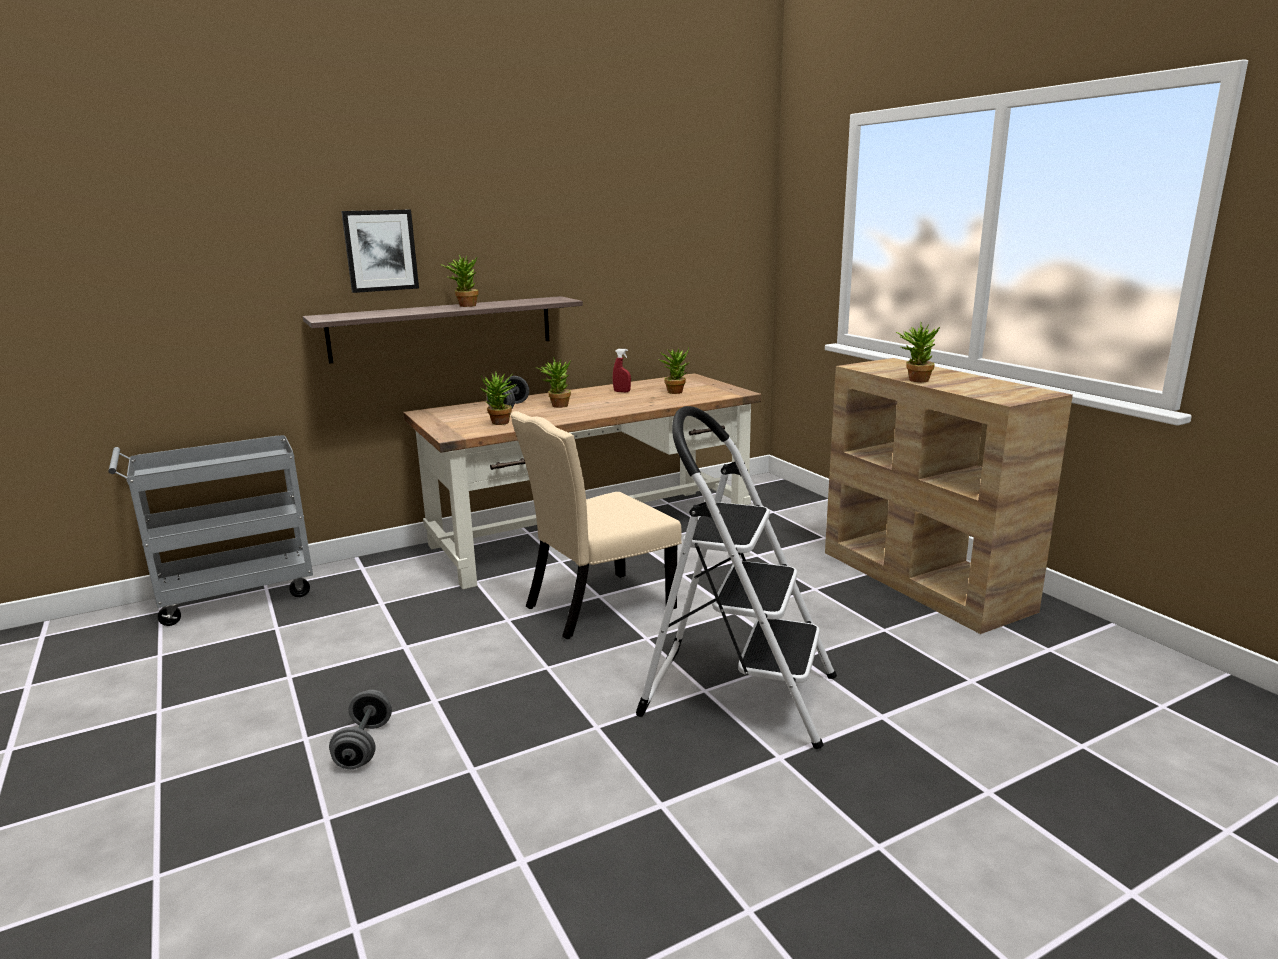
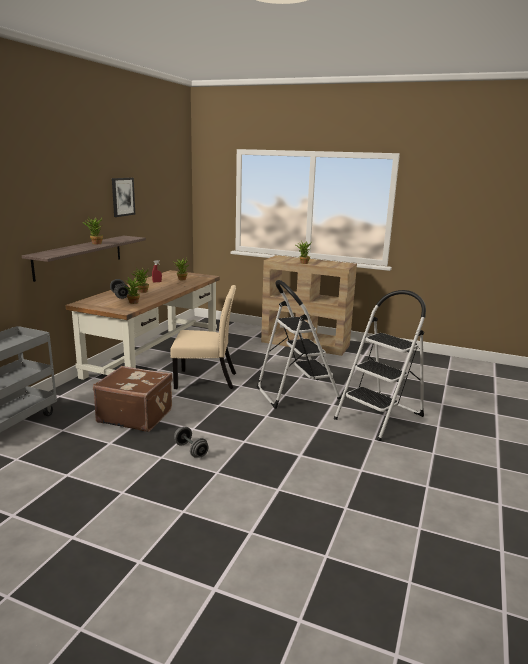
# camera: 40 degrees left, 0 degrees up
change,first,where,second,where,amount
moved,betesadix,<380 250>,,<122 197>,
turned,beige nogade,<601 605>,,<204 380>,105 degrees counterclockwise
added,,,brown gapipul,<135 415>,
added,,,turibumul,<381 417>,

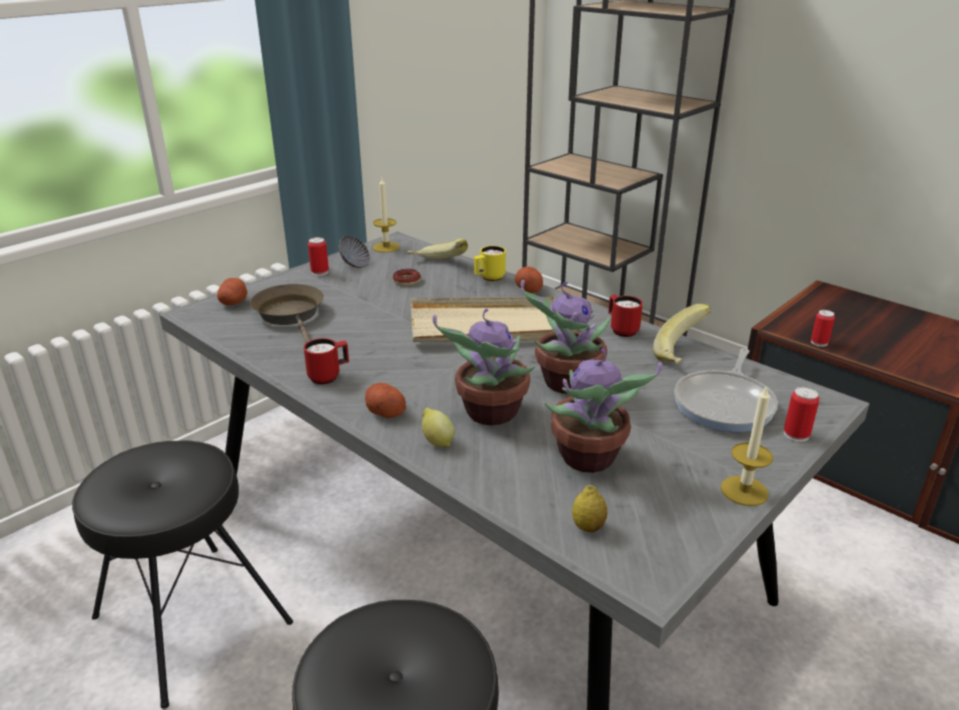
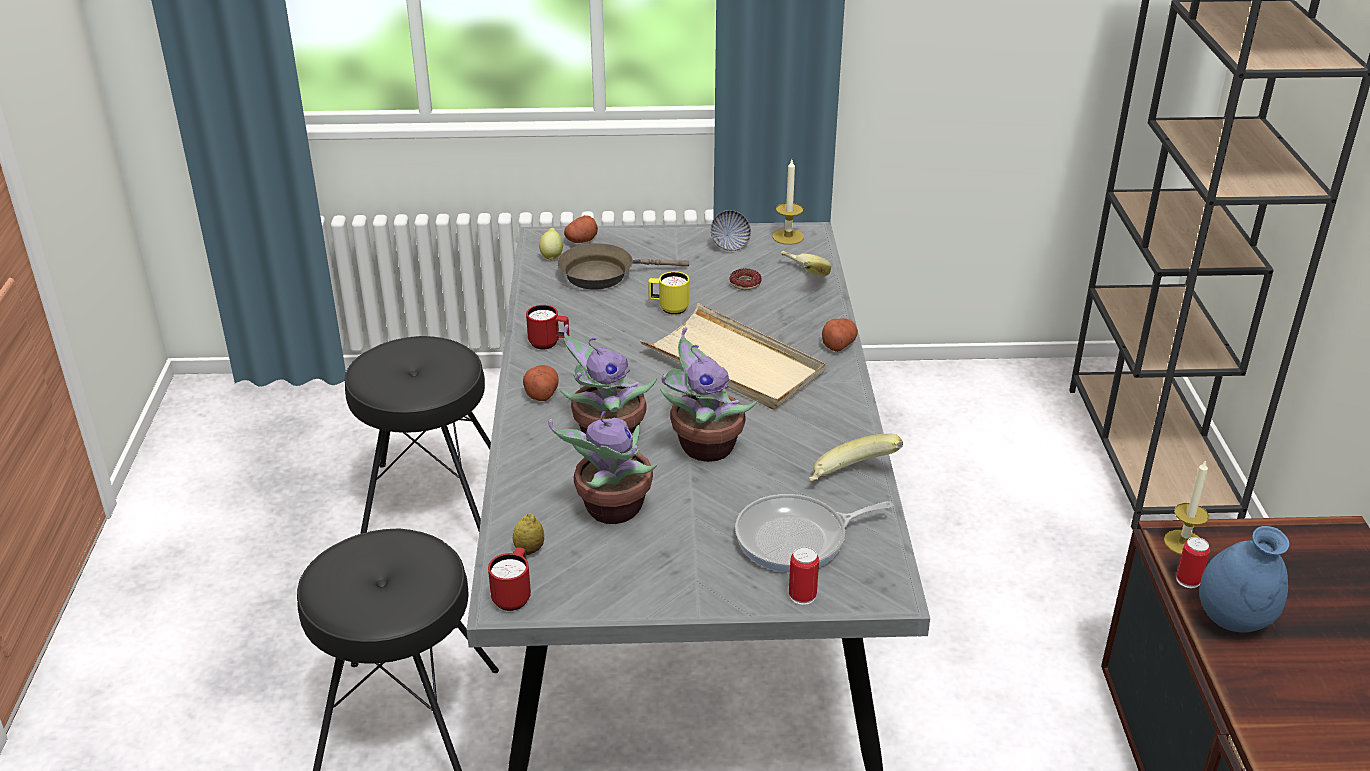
# camera: 45 degrees right, 5 degrees up
change,first,where,second,where,amount
turned,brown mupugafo,<291 316>,,<603 274>,120 degrees counterclockwise
removed,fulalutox,<320 272>,,,
moved,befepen,<437 441>,,<552 255>,
moved,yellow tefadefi,<489 278>,,<669 308>,
moved,red tefadefi,<621 329>,,<514 596>,
moved,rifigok,<744 491>,,<1183 543>,
added,,,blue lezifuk,<1233 621>,

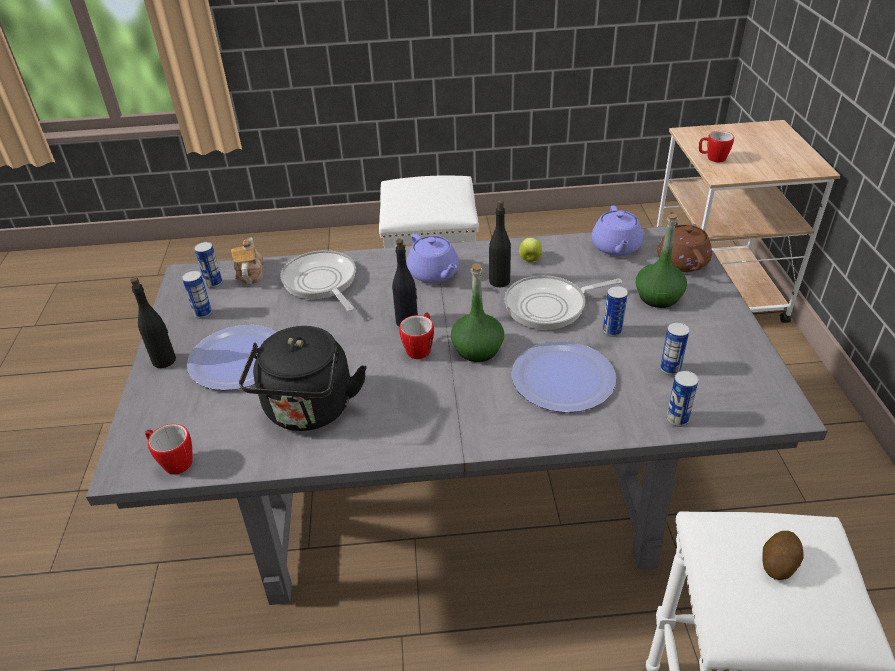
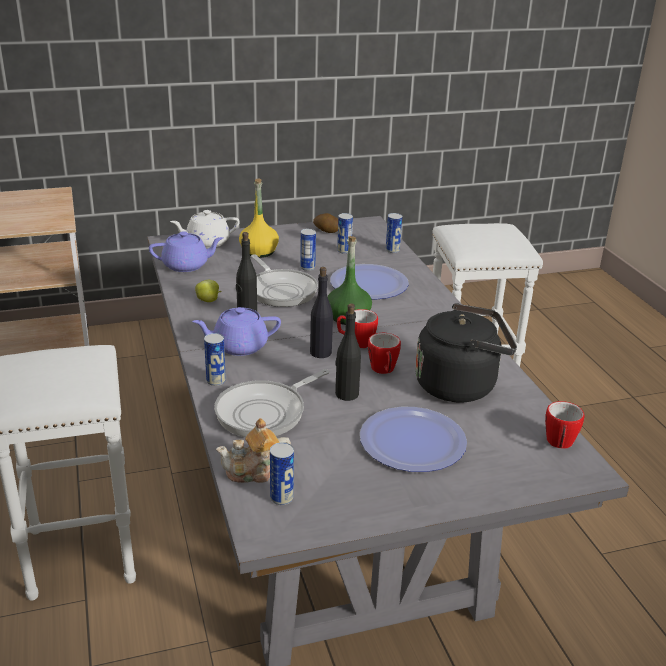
# camera: 105 degrees left, 10 degrees down
change,first,where,second,where,amount
moved,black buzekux,<164 360>,,<346 394>,
moved,fulalutox,<203 314>,,<216 381>,
turned,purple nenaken,<434 274>,,<238 346>,150 degrees counterclockwise
recoloured,green buzekux,<658 297>,yellow buzekux,<259 252>,
recoloured,brown nenaken,<681 261>,white nenaken,<206 242>,
moved,tefadefi,<712 158>,,<383 371>,
moved,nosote,<778 563>,,<326 231>,

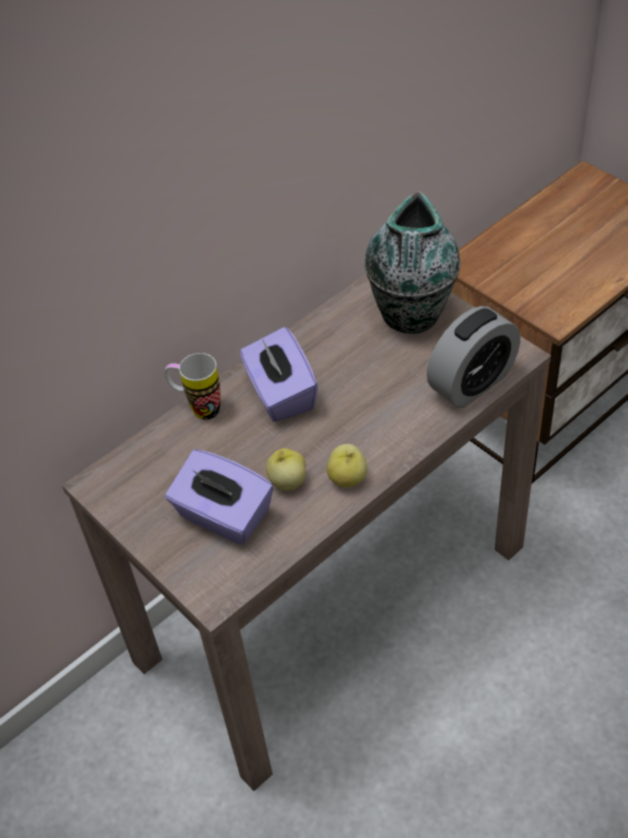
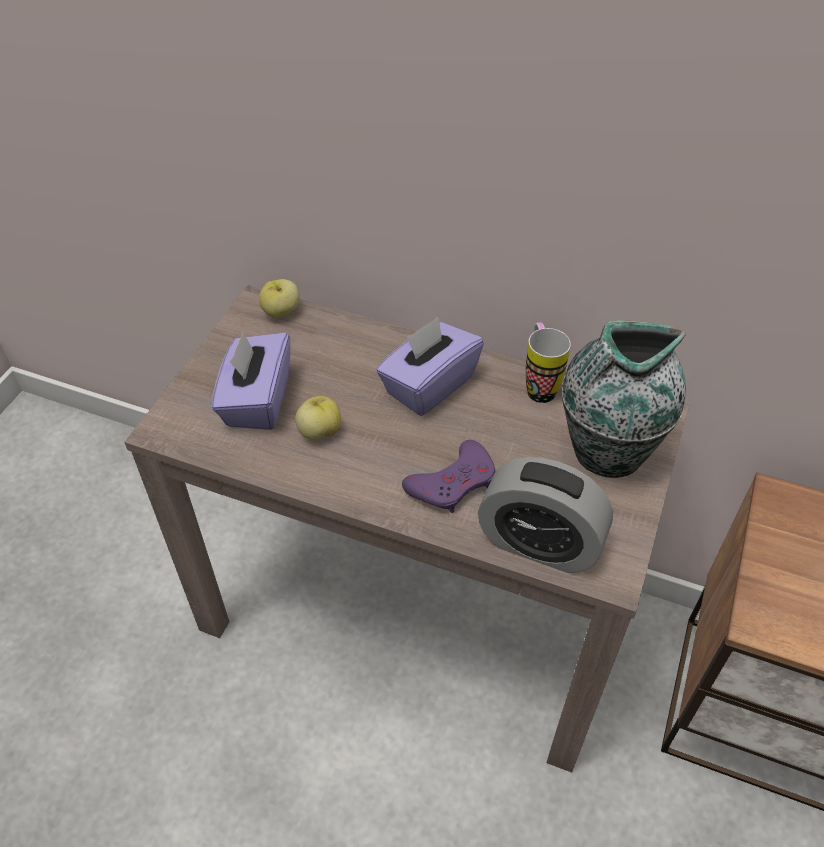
# camera: 60 degrees right, 0 degrees up
change,first,where,second,where,amount
moved,tefadefi,<198 408>,,<538 385>,
moved,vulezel,<348 478>,,<281 313>,
added,,,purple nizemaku,<453 482>,

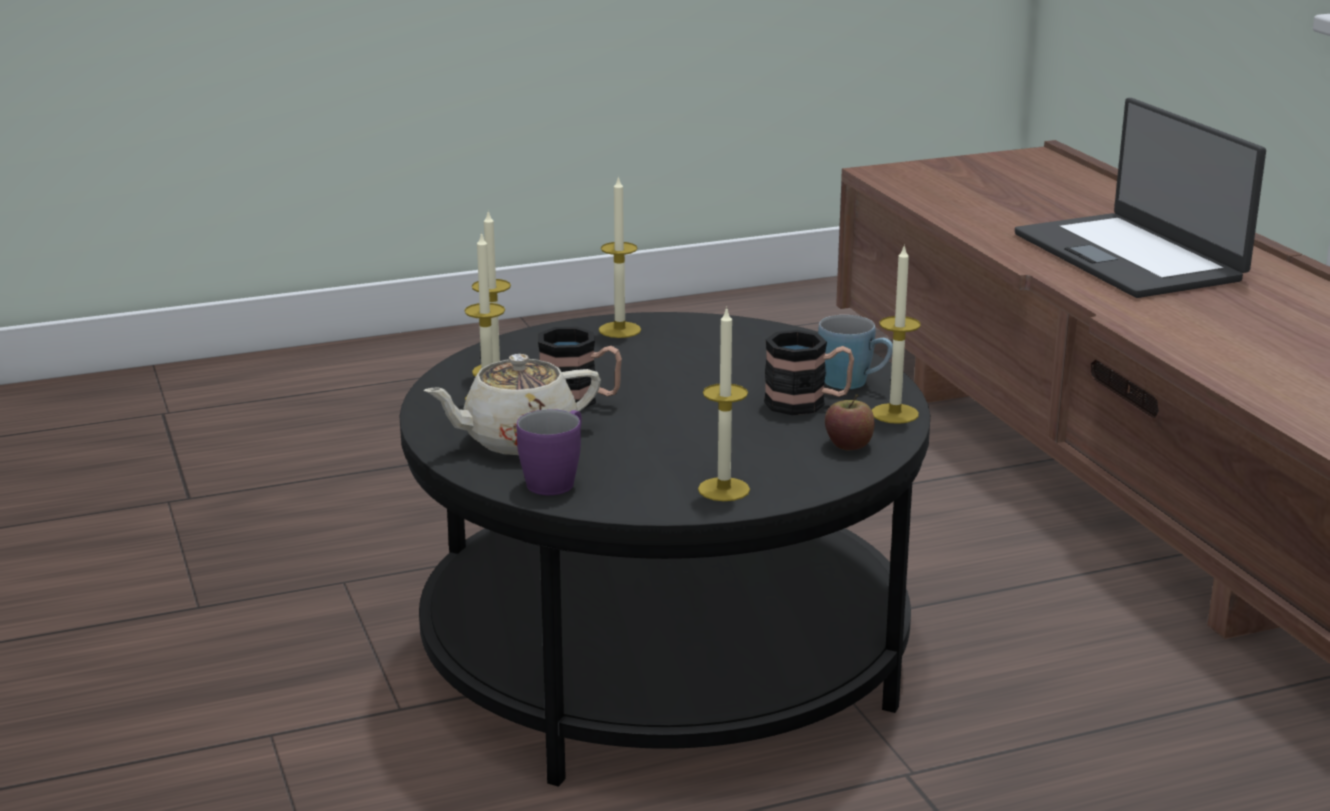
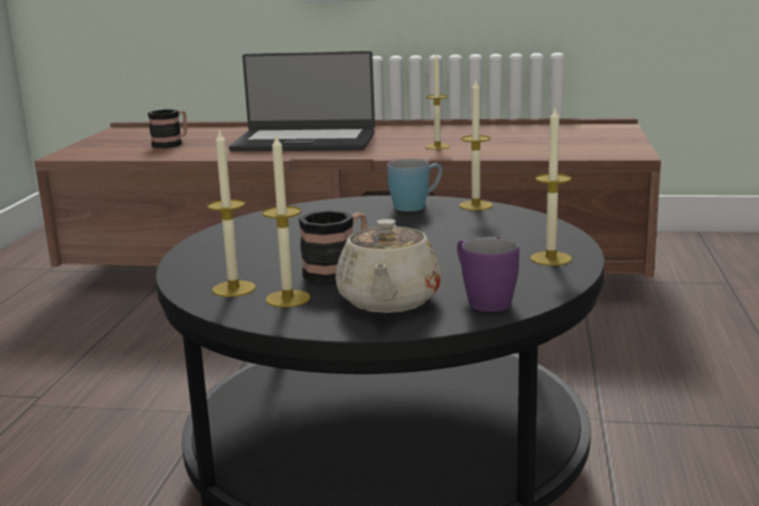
# camera: 60 degrees left, 5 degrees down
change,first,where,second,where,amount
moved,rifigok,<619 330>,,<437 147>,
moved,tefadefi,<807 403>,,<171 143>,
removed,vulezel,<848 445>,,,

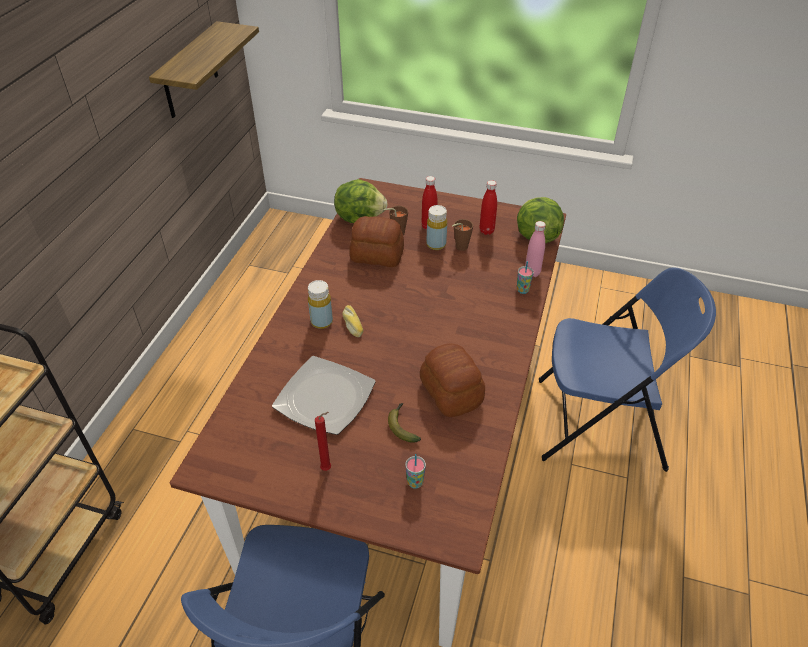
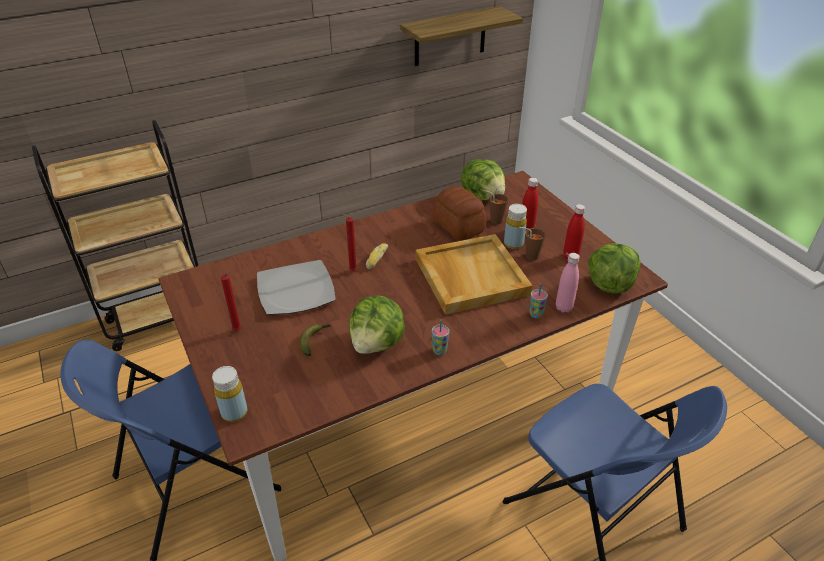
# camera: 45 degrees right, 5 degrees down
change,first,where,second,where,amount
moved,yellow buzekux,<321 322>,,<234 412>,
moved,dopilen,<415 482>,,<439 351>,
replaced,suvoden,<451 391>,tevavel,<377 343>,
added,,,red rifigok,<351 271>,
added,,,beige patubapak,<470 276>,

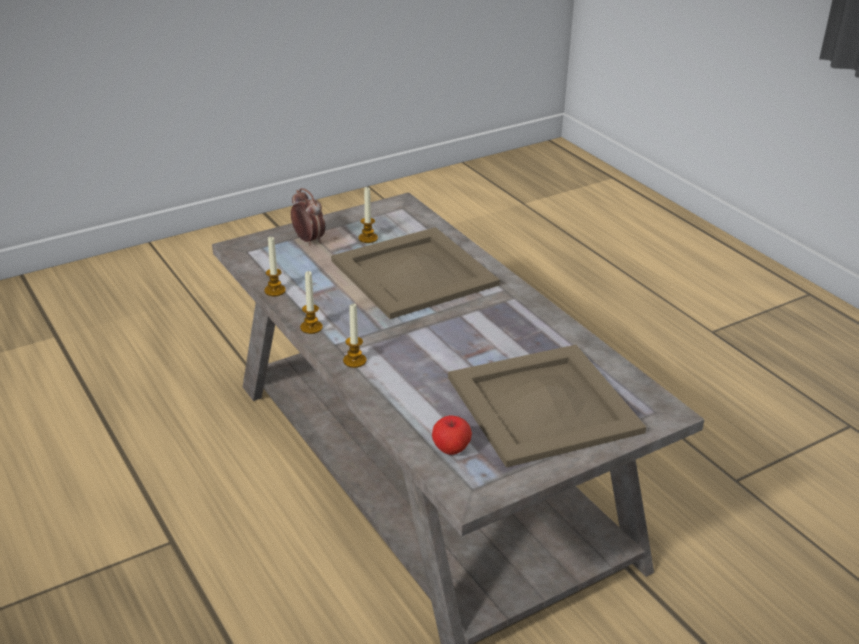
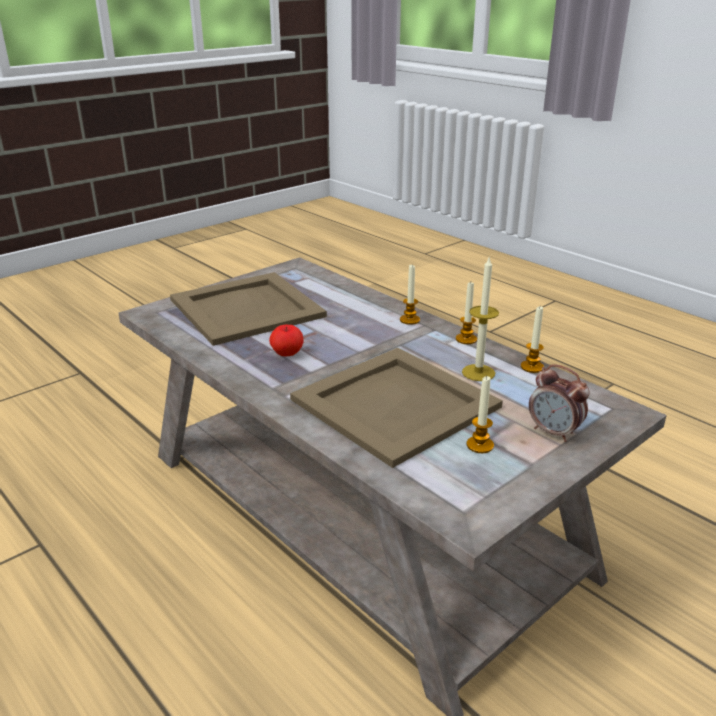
# camera: 170 degrees right, 5 degrees down
change,first,where,second,where,amount
moved,vulezel,<451 449>,,<287 354>,
added,,,rifigok,<478 372>,

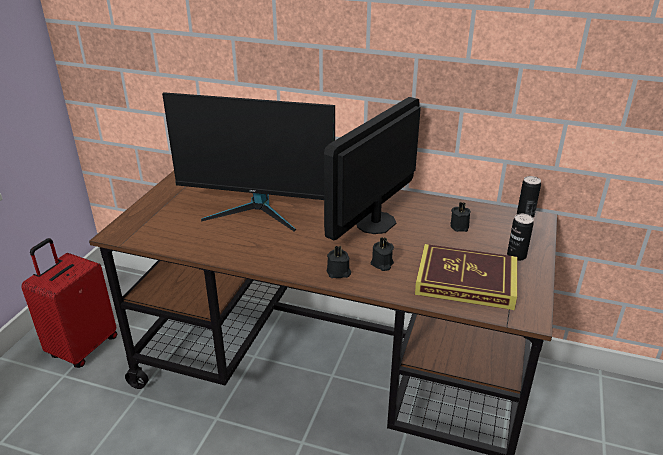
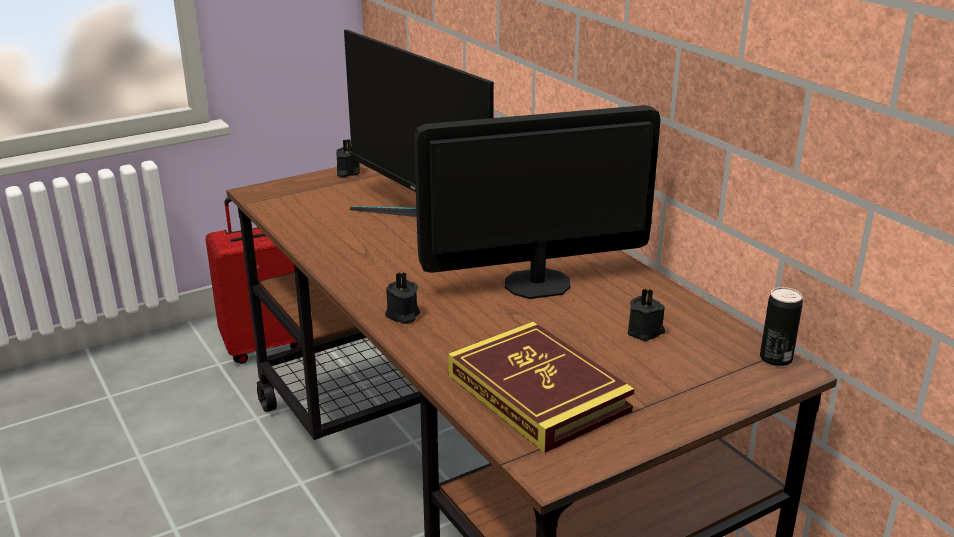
# camera: 40 degrees right, 5 degrees down
change,first,where,second,where,amount
moved,black rifigok,<382 264>,,<347 172>,
removed,fulalutox,<516 256>,,,

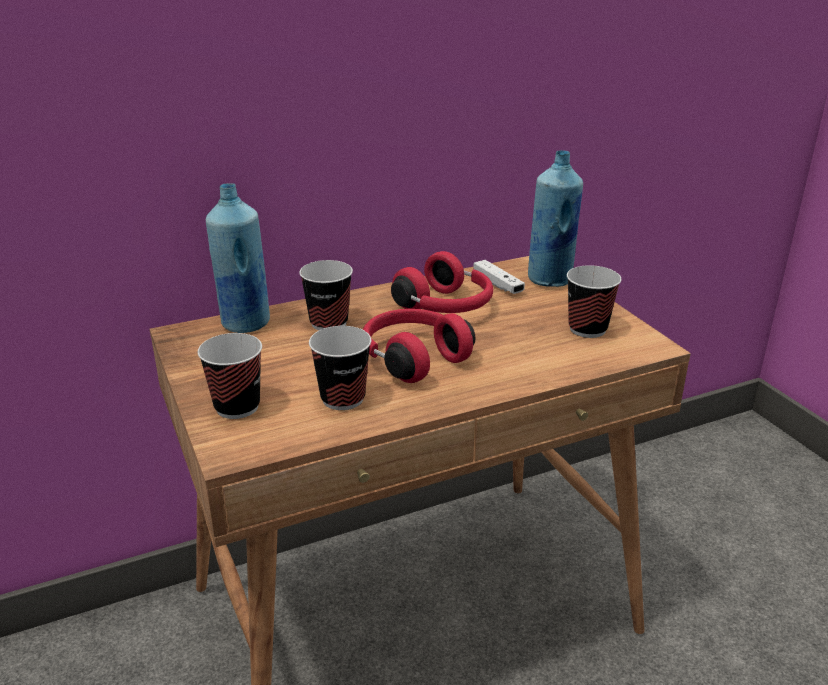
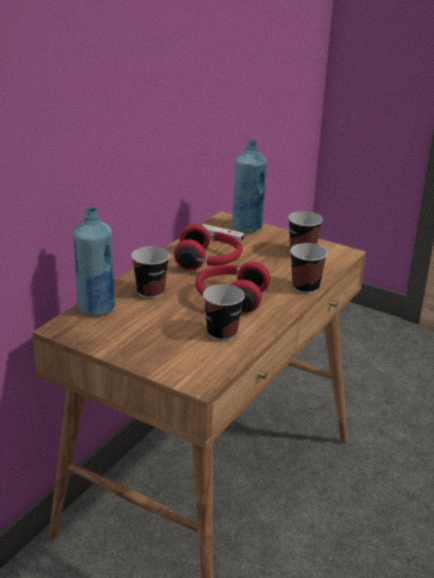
# camera: 35 degrees left, 0 degrees up
change,first,where,second,where,amount
moved,dopilen,<237 407>,,<305 288>,

